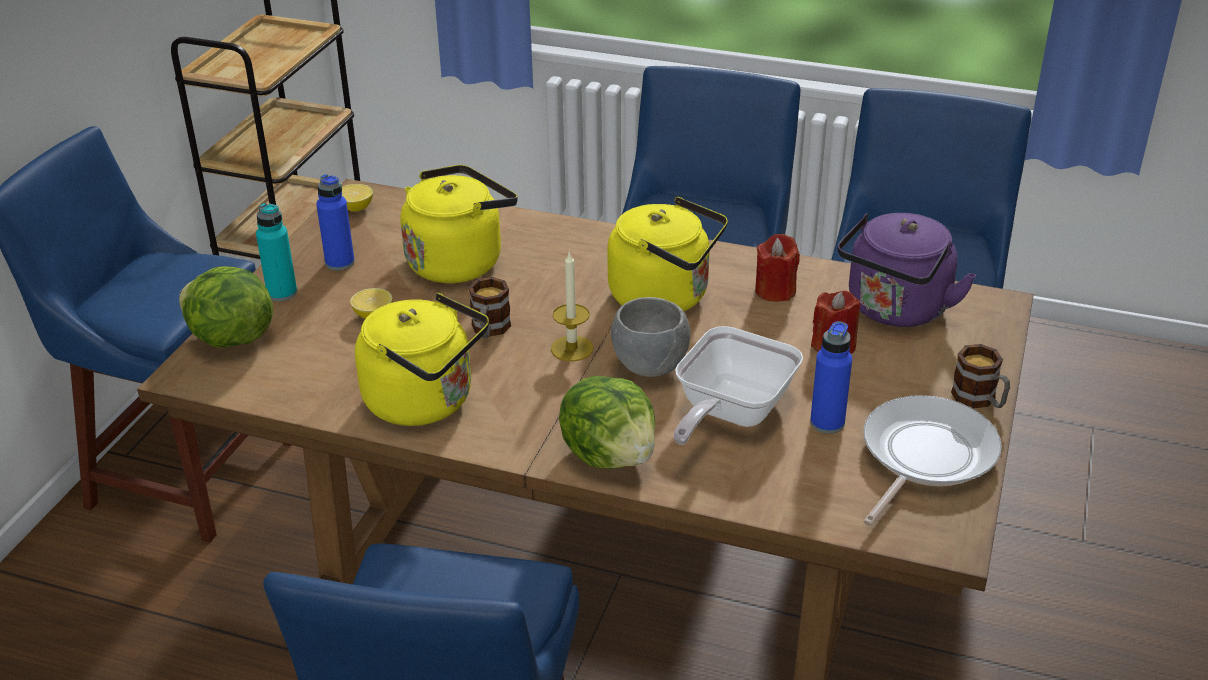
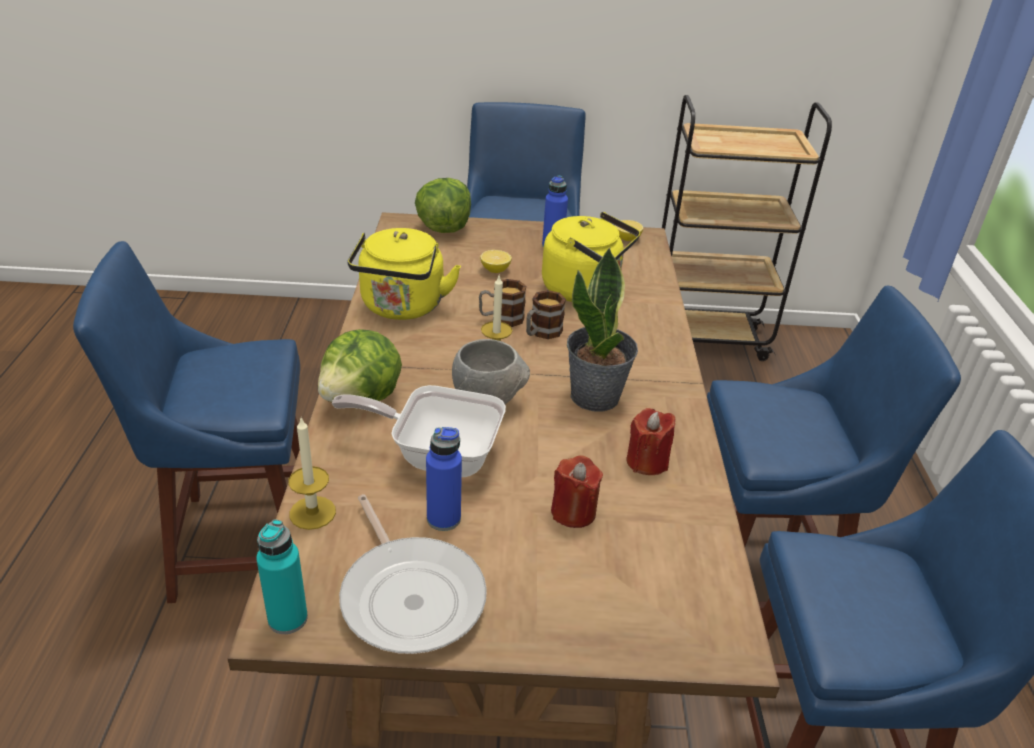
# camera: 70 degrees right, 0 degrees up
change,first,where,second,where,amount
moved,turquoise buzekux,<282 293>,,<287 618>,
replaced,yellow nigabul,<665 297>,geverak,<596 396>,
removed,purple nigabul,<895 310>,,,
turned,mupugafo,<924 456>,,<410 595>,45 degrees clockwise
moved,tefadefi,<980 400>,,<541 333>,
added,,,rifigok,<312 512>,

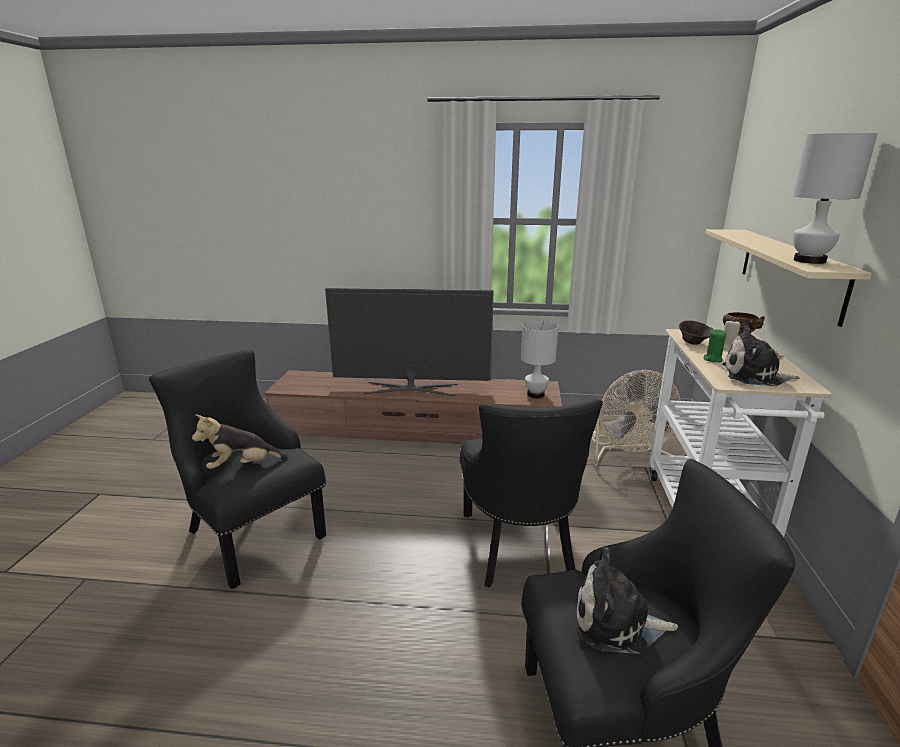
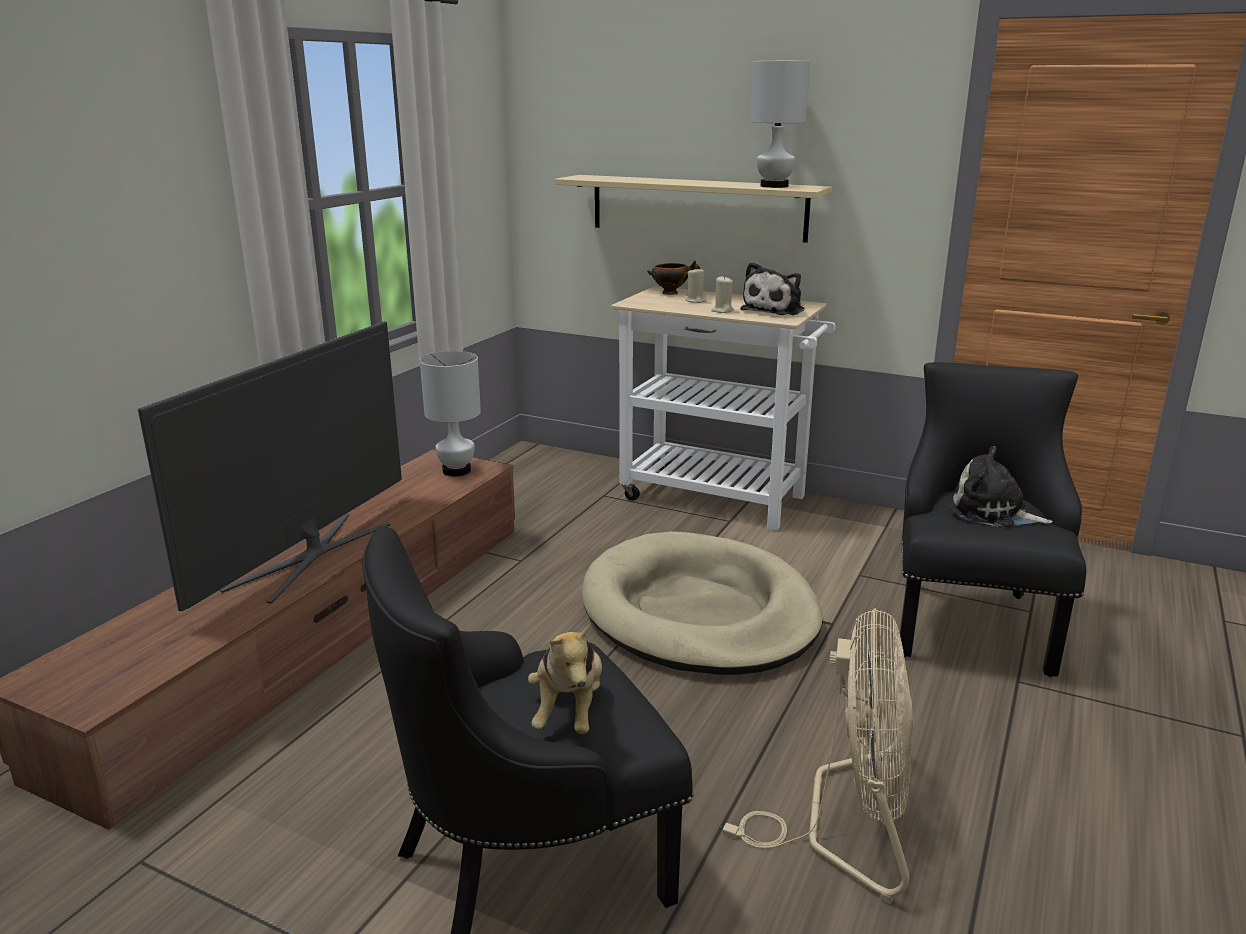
# camera: 70 degrees left, 0 degrees up
change,first,where,second,where,amount
replaced,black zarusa,<518 543>,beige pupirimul,<699 612>,
turned,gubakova,<617 622>,,<993 512>,90 degrees clockwise
moved,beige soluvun,<626 454>,,<844 820>,
removed,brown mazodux,<693 343>,,,
recoloured,green rifigok,<712 359>,beige rifigok,<722 311>,

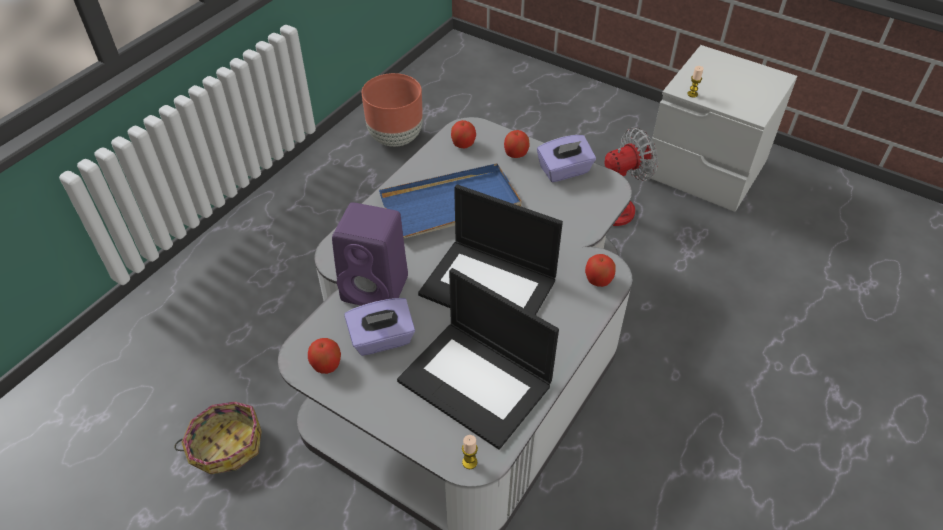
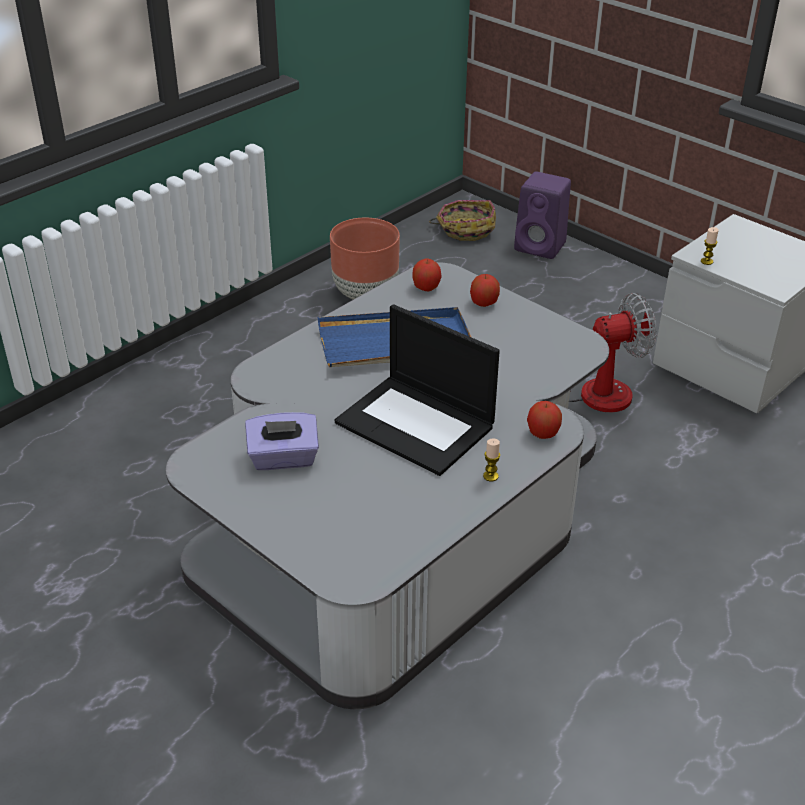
# camera: 10 degrees right, 10 degrees down
change,first,where,second,where,amount
moved,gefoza,<226 445>,,<465 229>,
removed,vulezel,<326 365>,,,
moved,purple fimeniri,<377 288>,,<542 246>,
removed,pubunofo,<477 382>,,,
moved,rifigok,<469 462>,,<490 476>,
removed,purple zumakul,<564 171>,,,

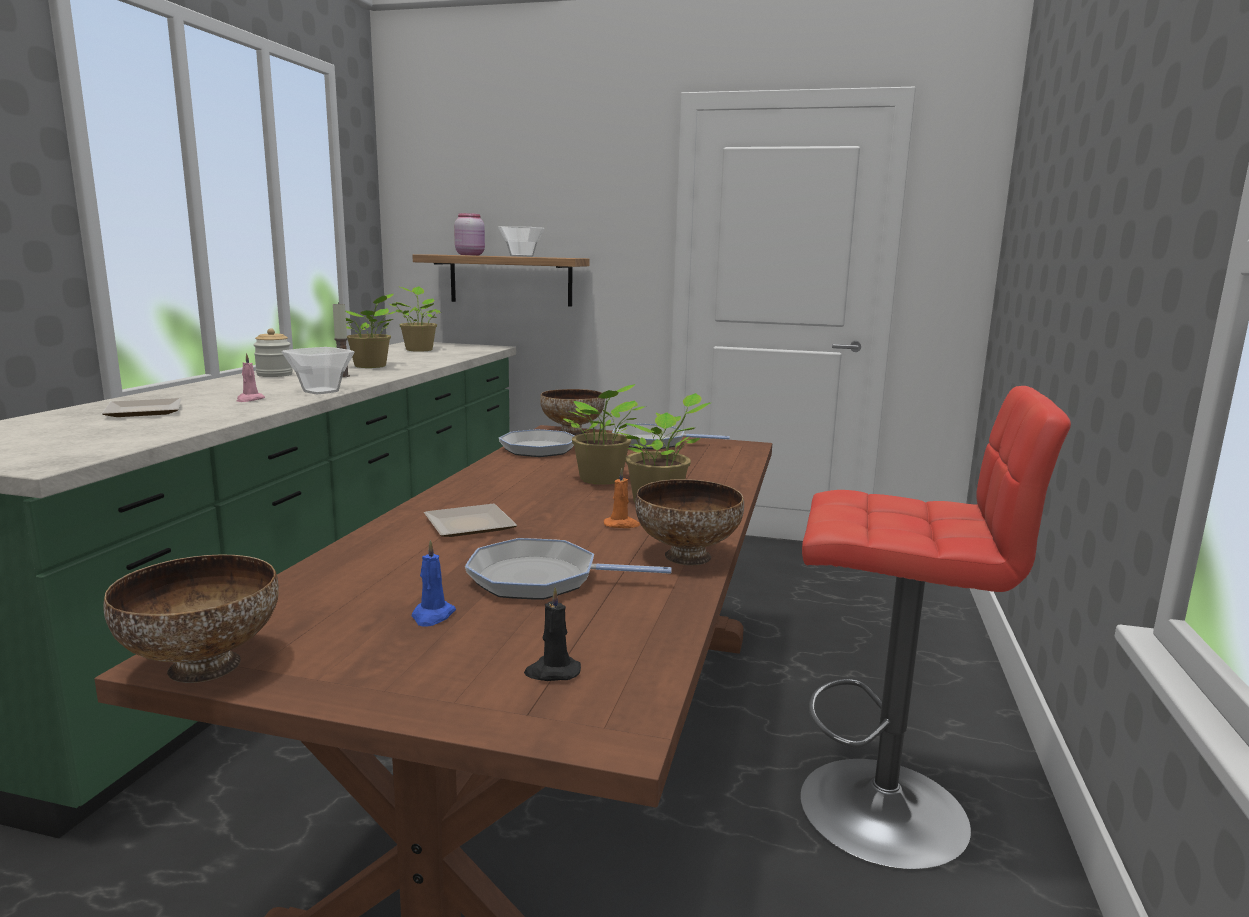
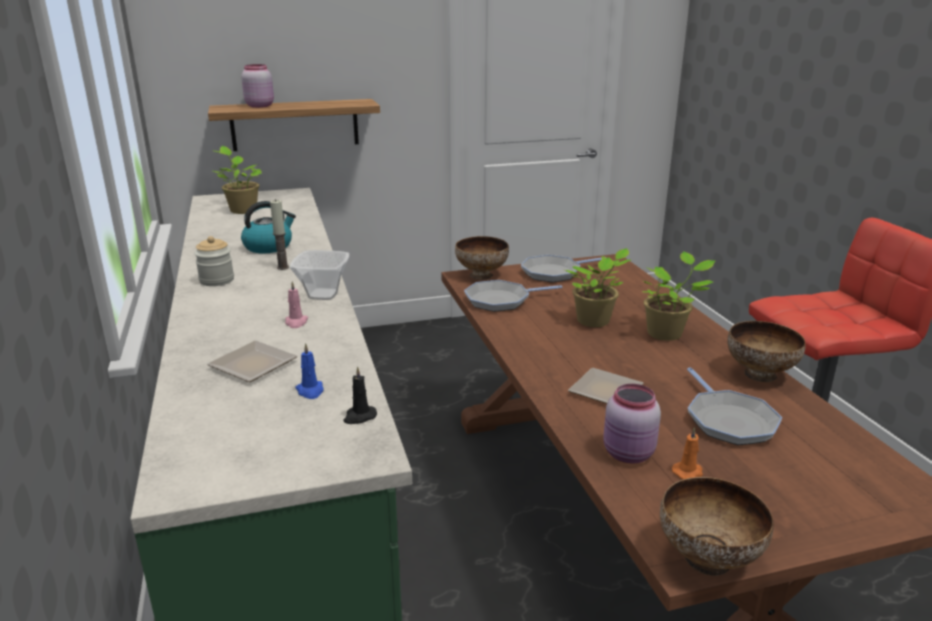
# camera: 30 degrees left, 10 degrees up
change,first,where,second,where,amount
replaced,geverak,<371 366>,nigabul,<269 246>,
moved,blue rifigok,<432 616>,,<310 391>,
turned,mupugafo,<541 579>,,<728 420>,75 degrees counterclockwise
removed,mazodux,<523 256>,,,
moved,black rifigok,<552 672>,,<359 417>,
moved,orange rifigok,<621 525>,,<688 472>,
added,,,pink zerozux,<629 454>,

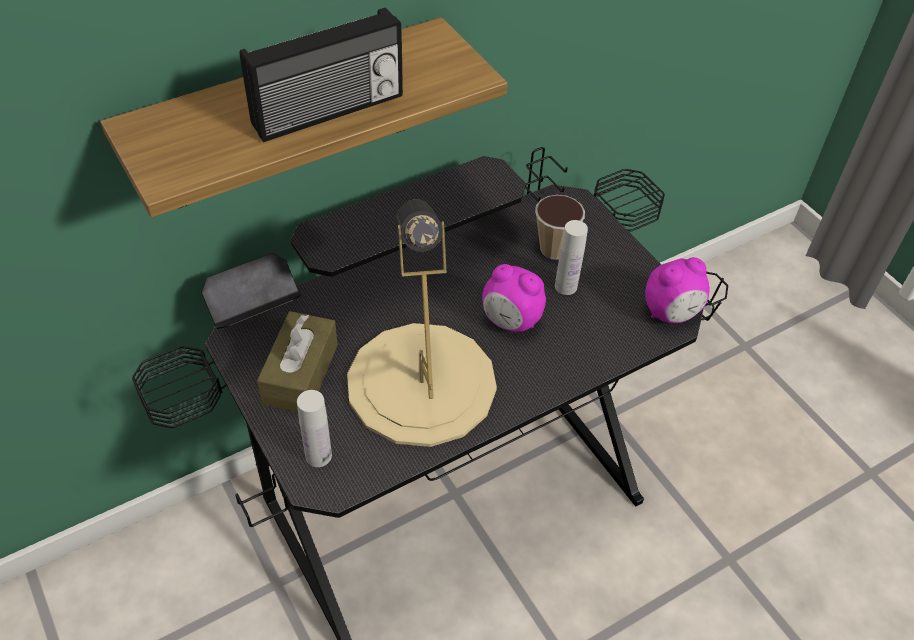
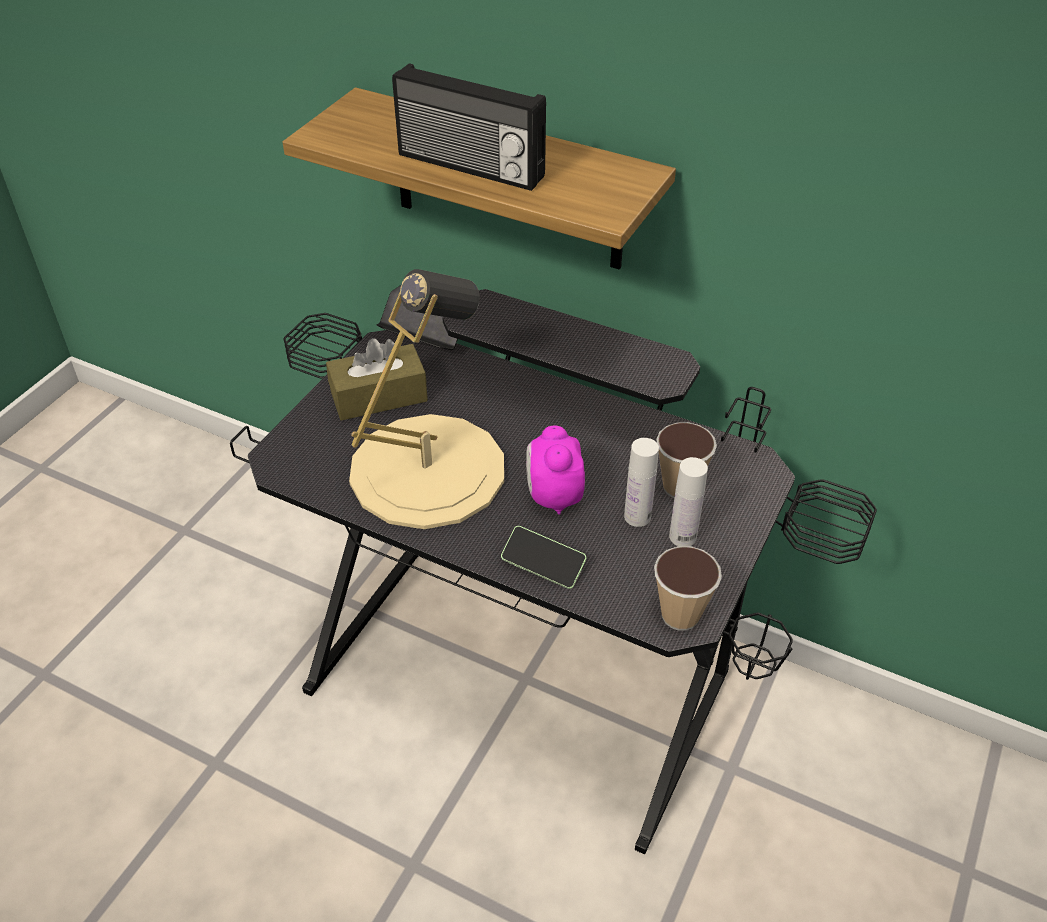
# camera: 60 degrees right, 5 degrees down
change,first,where,second,where,amount
moved,white buzekux,<318 456>,,<682 536>,
replaced,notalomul,<671 313>,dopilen,<680 615>,
added,,,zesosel,<543 564>,

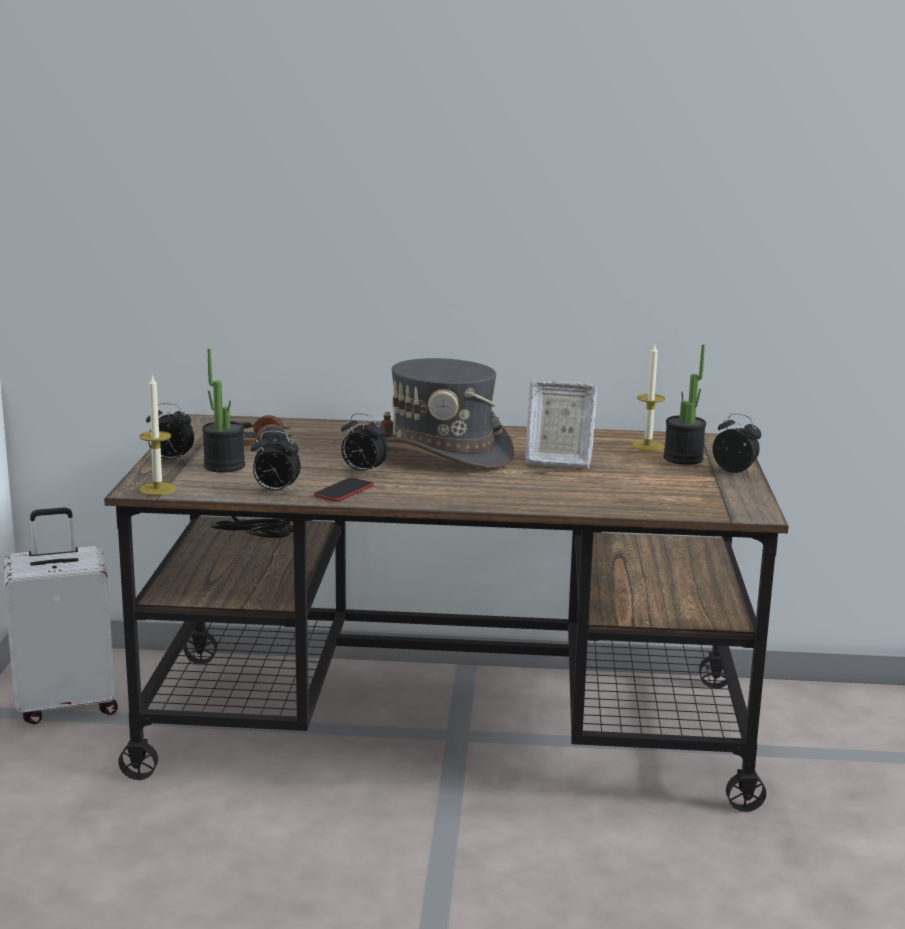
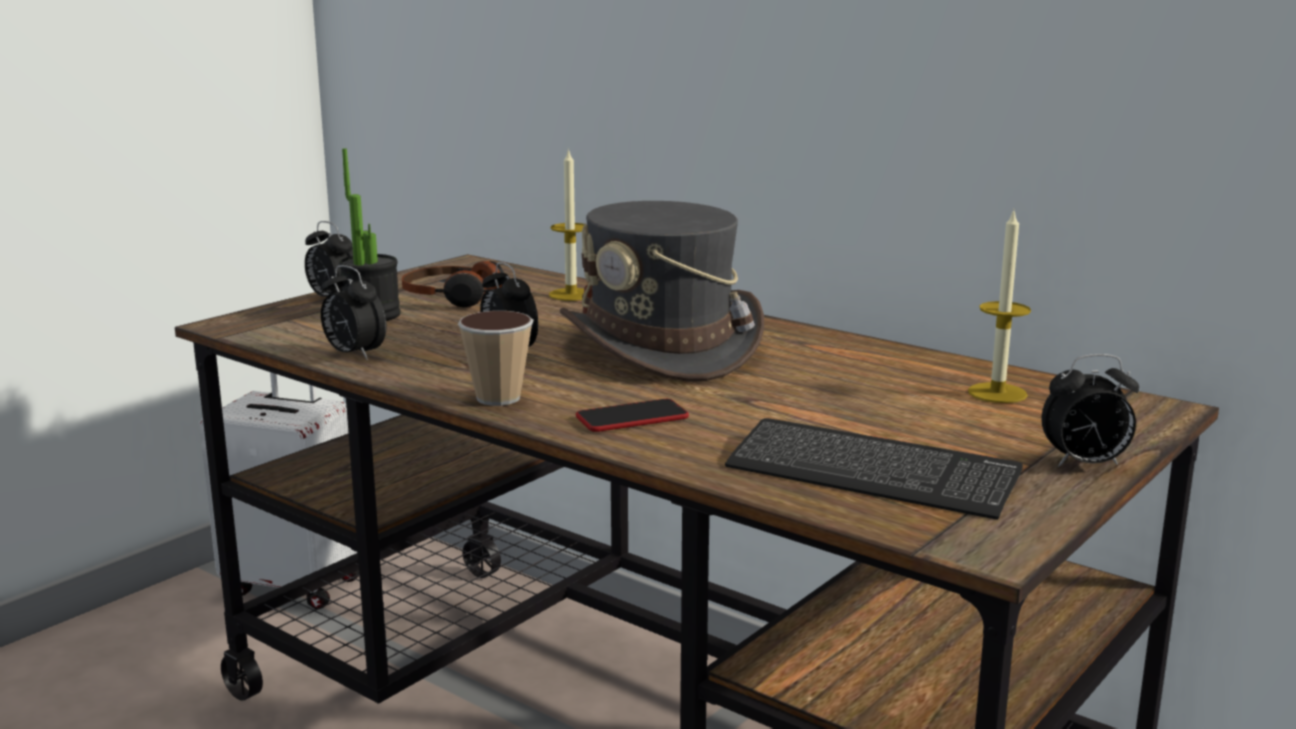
# camera: 35 degrees right, 0 degrees up
change,first,where,second,where,amount
moved,rifigok,<158 489>,,<571 294>,
moved,zesosel,<344 491>,,<632 418>,
removed,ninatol,<558 461>,,,
removed,geverak,<683 459>,,,
turned,notalomul,<735 472>,,<1084 464>,105 degrees clockwise
added,,,dopilen,<498 398>,
added,,,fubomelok,<871 474>,

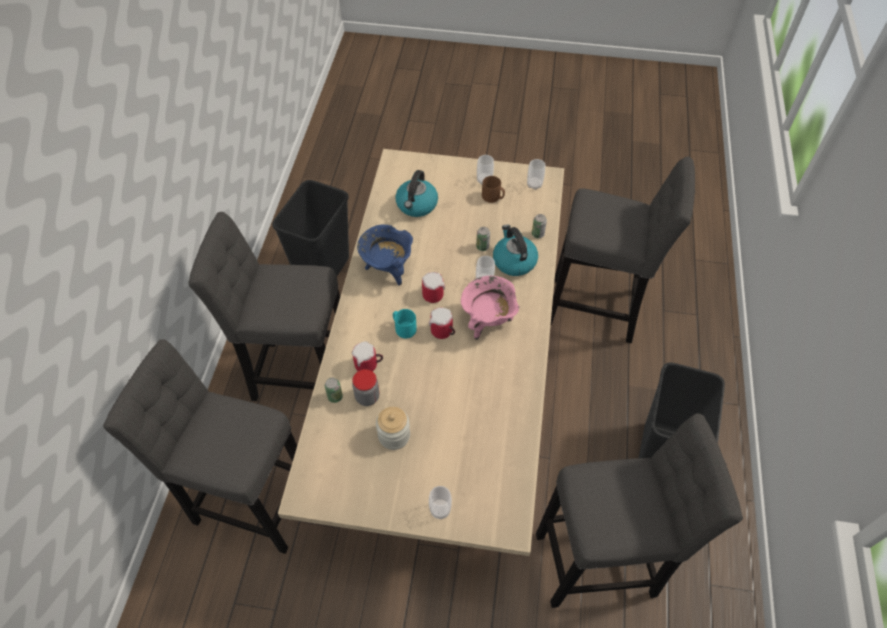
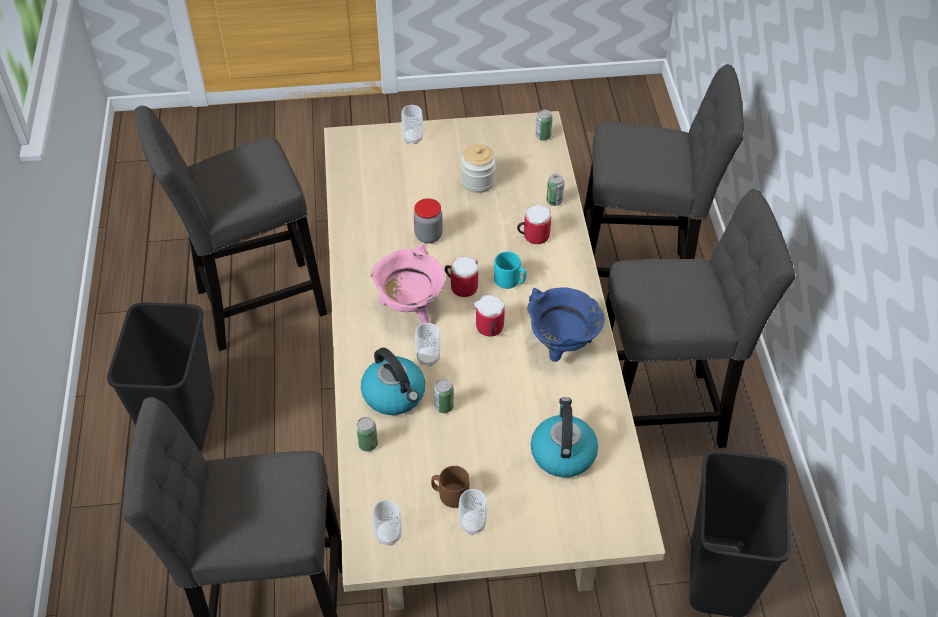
# camera: 165 degrees right, 5 degrees down
change,first,where,second,where,amount
moved,zerozux,<367 397>,,<428 236>,
added,,,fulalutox,<543 136>,

